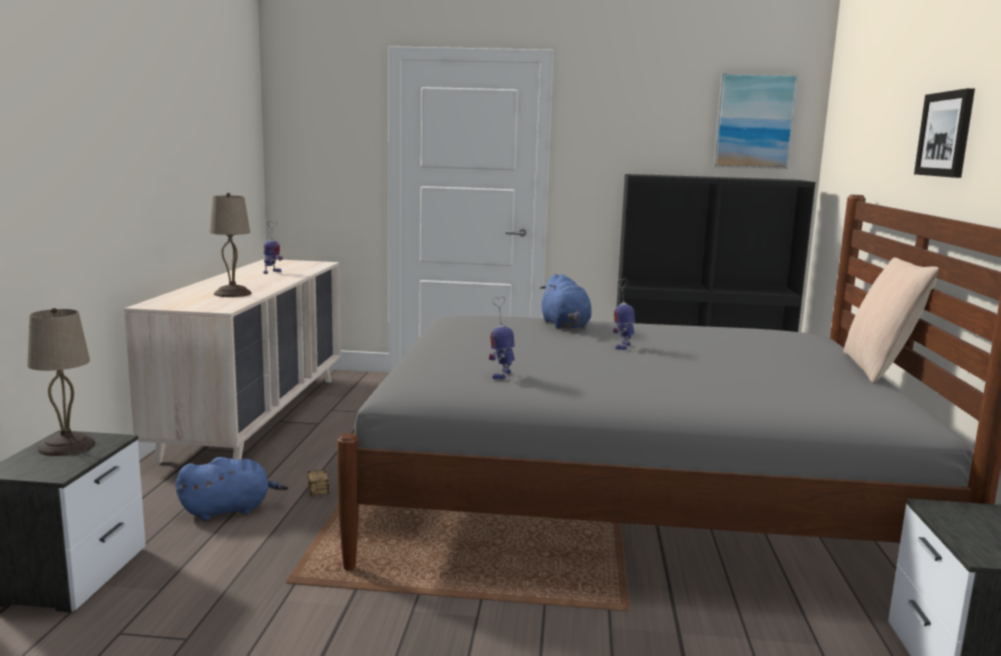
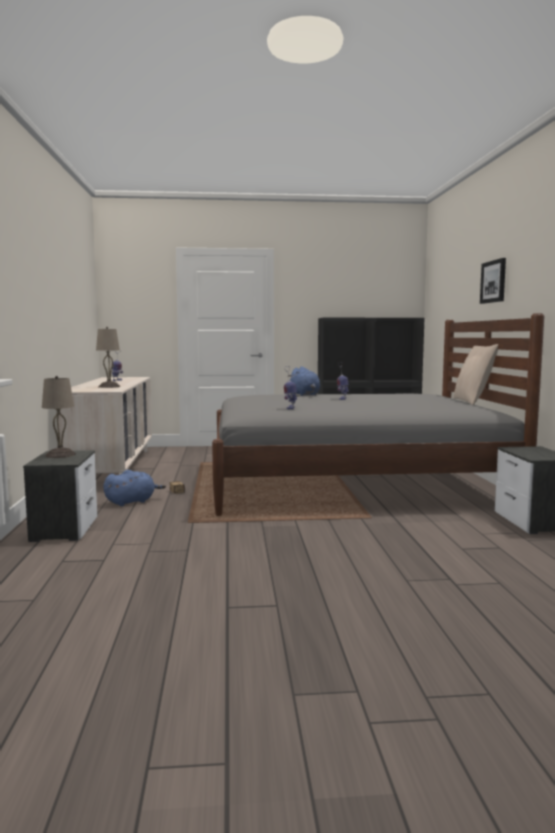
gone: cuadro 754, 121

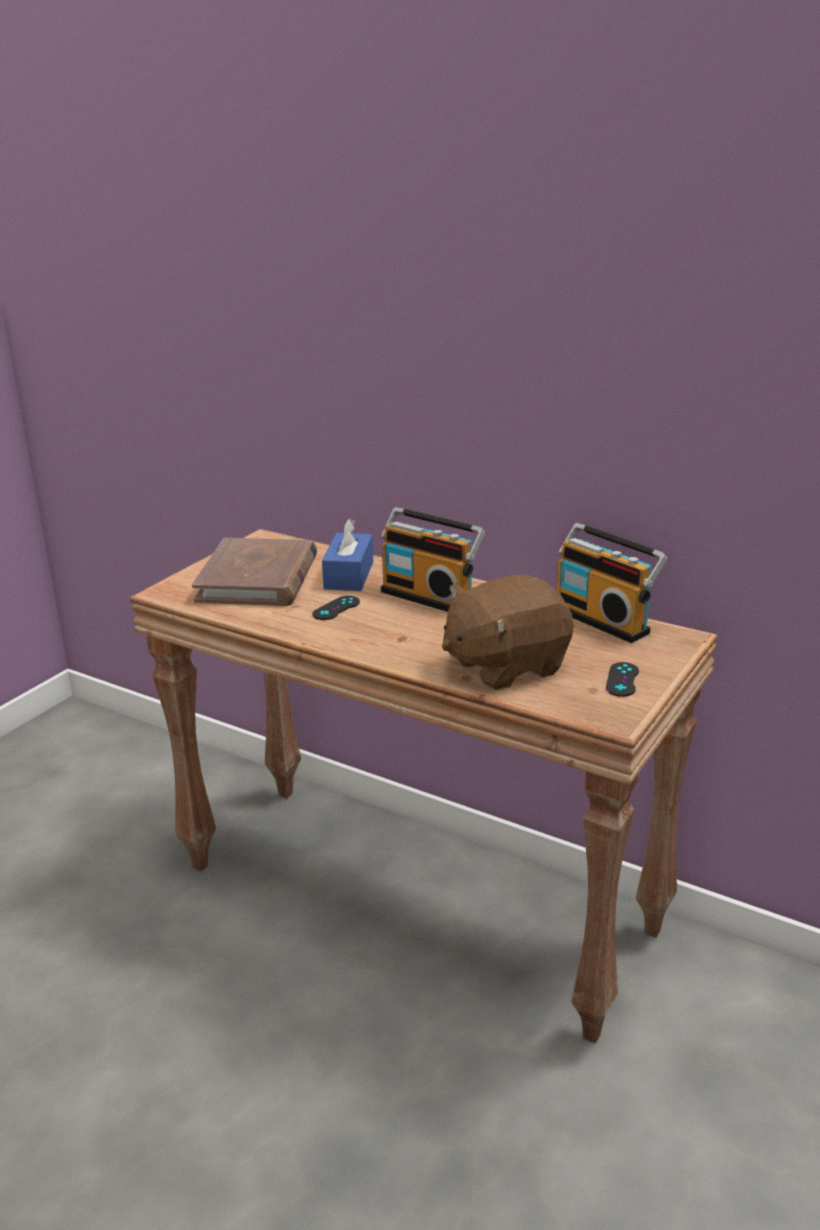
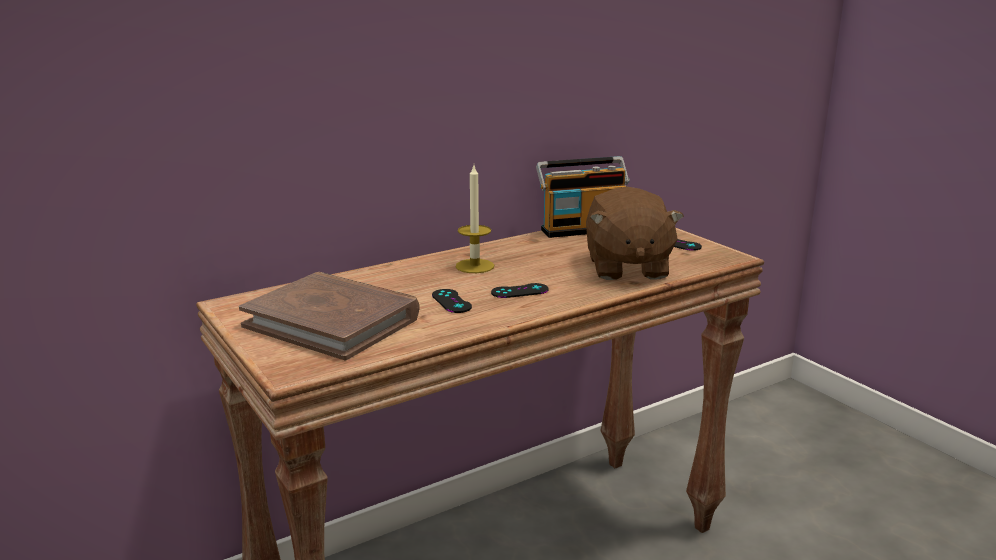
gone: caja de pañuelos/azul 349, 575
new: mando de consola/negro 519, 291
swapped: radio 430, 596 to vela 474, 266

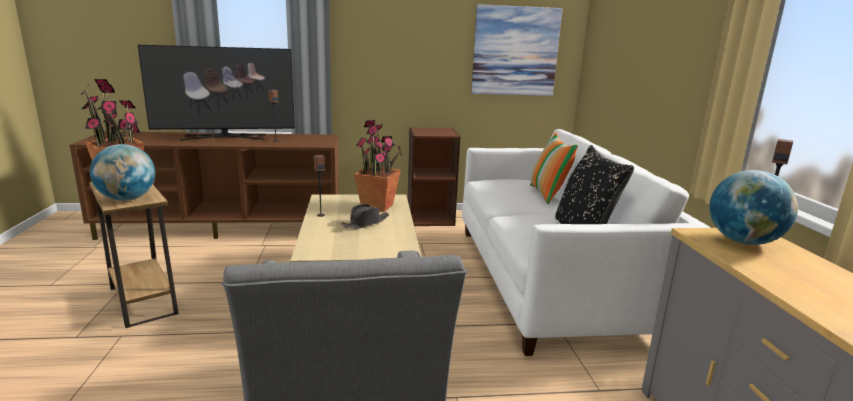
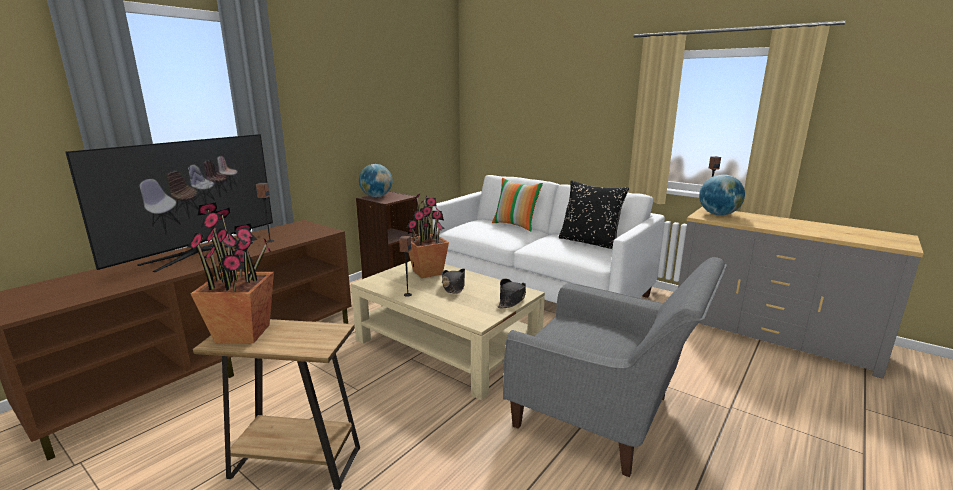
gone: cuadro 515, 51
new: sombrero/negro 512, 299
shifted: globo terráqueo 127, 199 to 376, 196

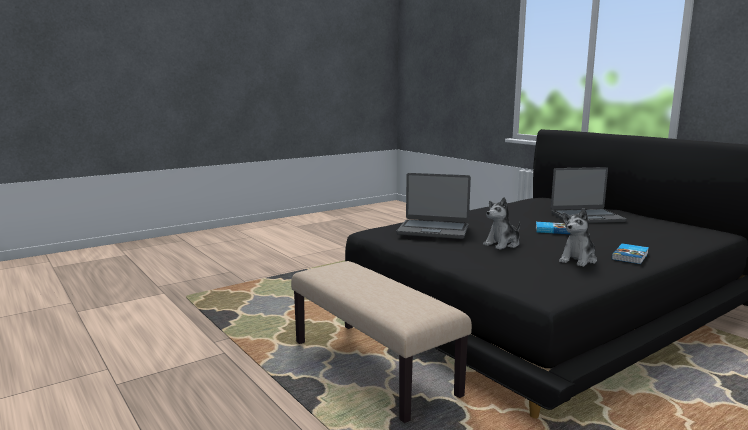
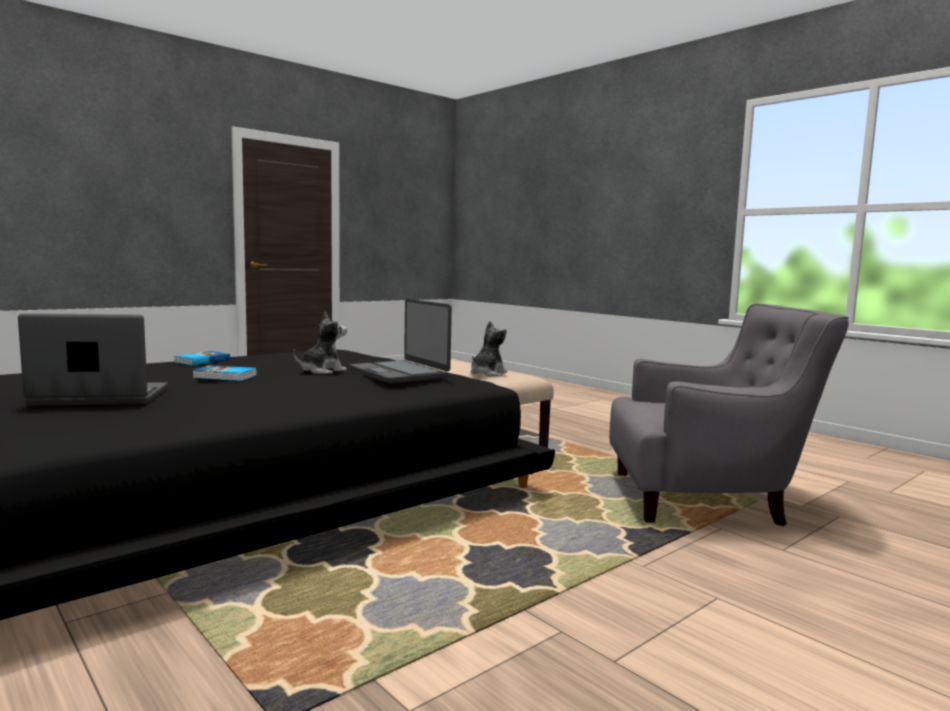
new: sillón/gris 711, 499
shifted: peluche 578, 260 to 487, 373
rotated: portátil 433, 230 = 399, 373 135 degrees counterclockwise

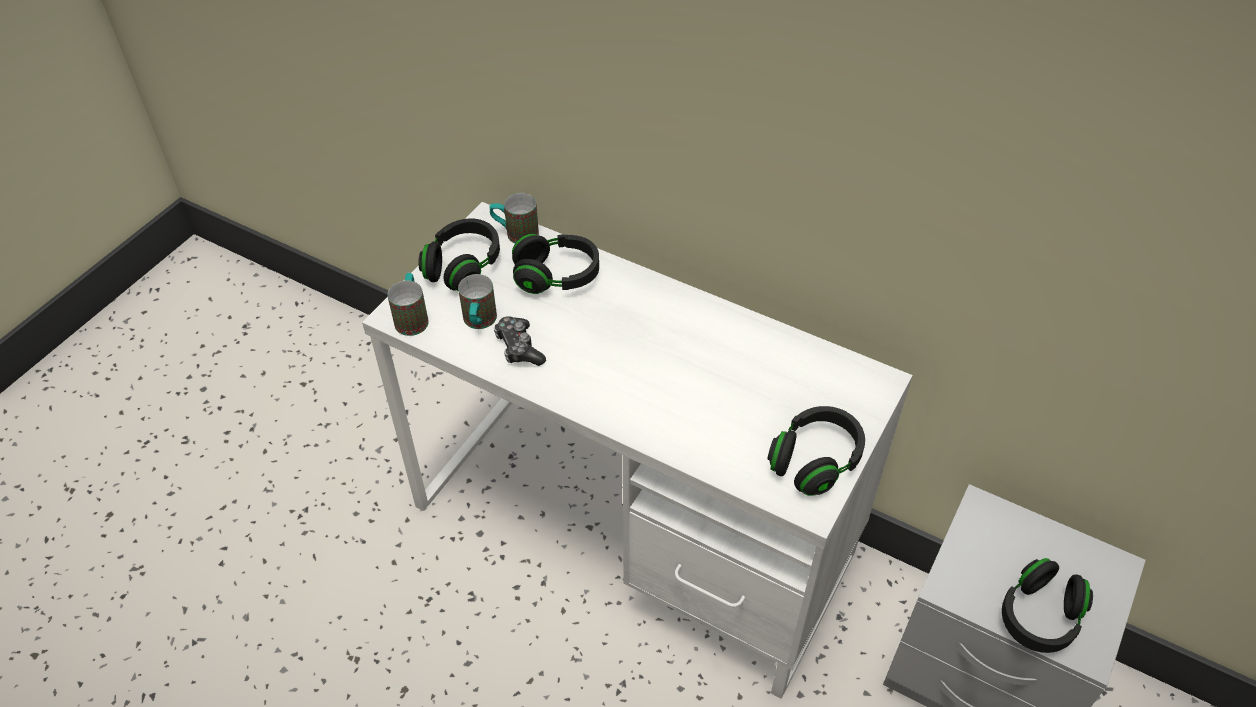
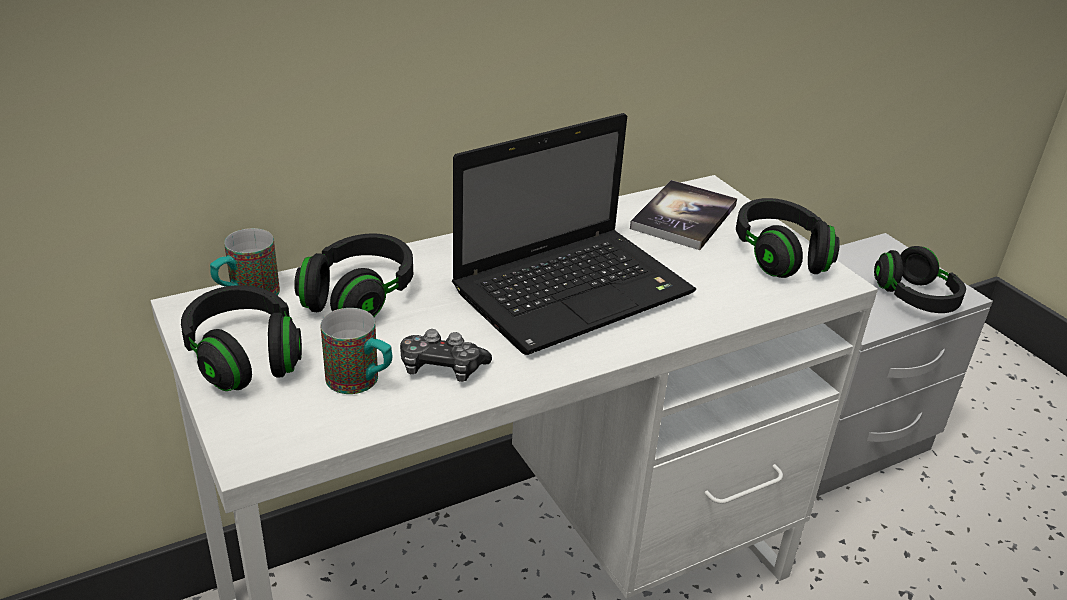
gone: taza grande 412, 317
new: portátil 576, 290; libro 684, 217

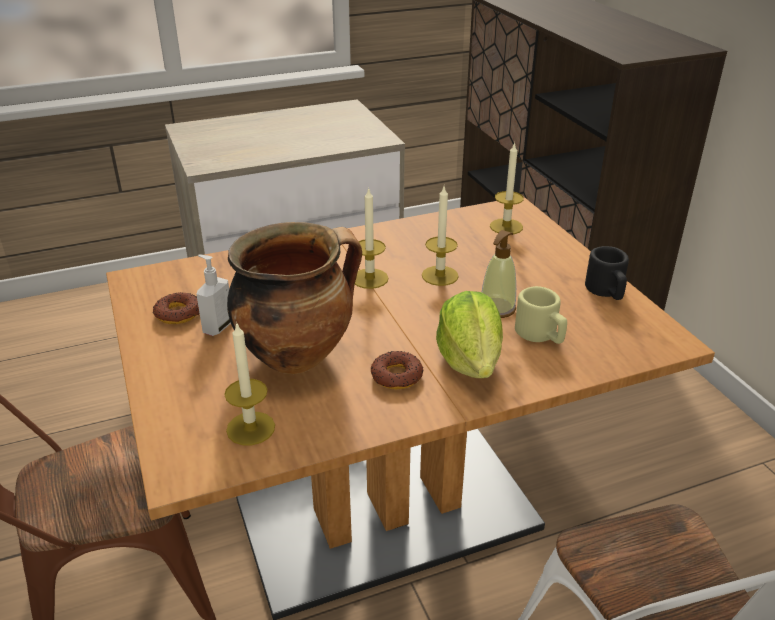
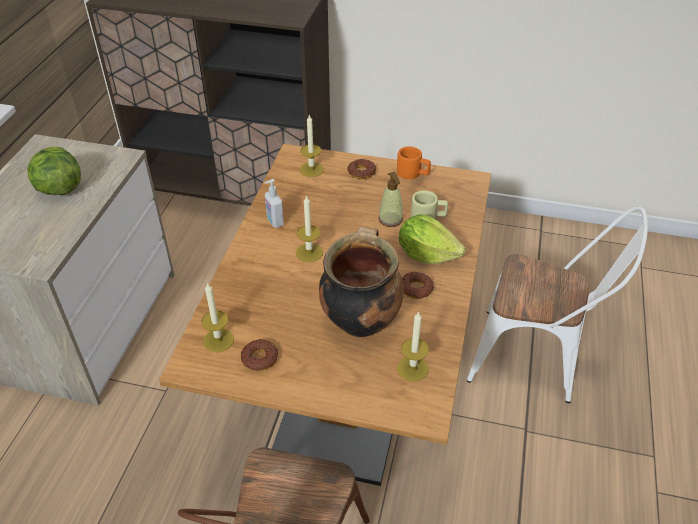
new: lechuga 59, 189; rosquilla 361, 172
shifted: dispensador de jabón 217, 327 to 274, 222; vela 440, 275 to 218, 340
repainted: taza grande/negro 607, 291 to taza grande/naranja 413, 173

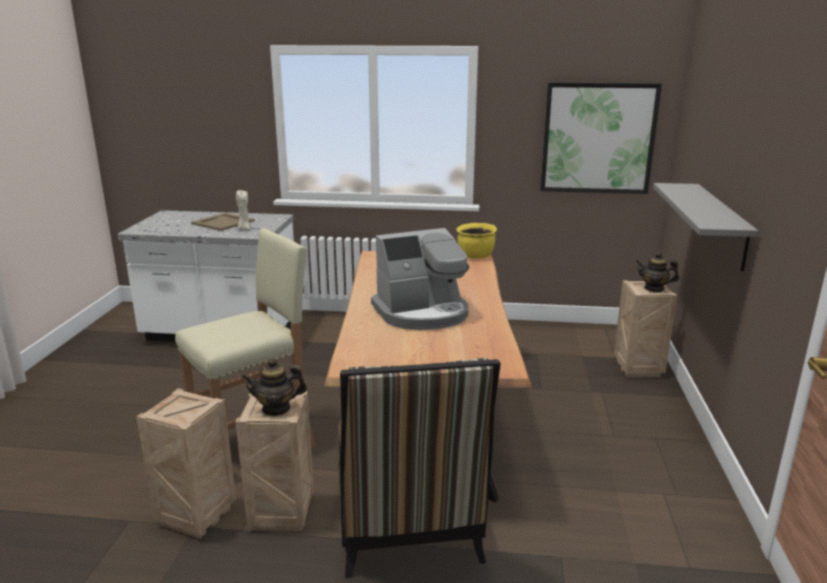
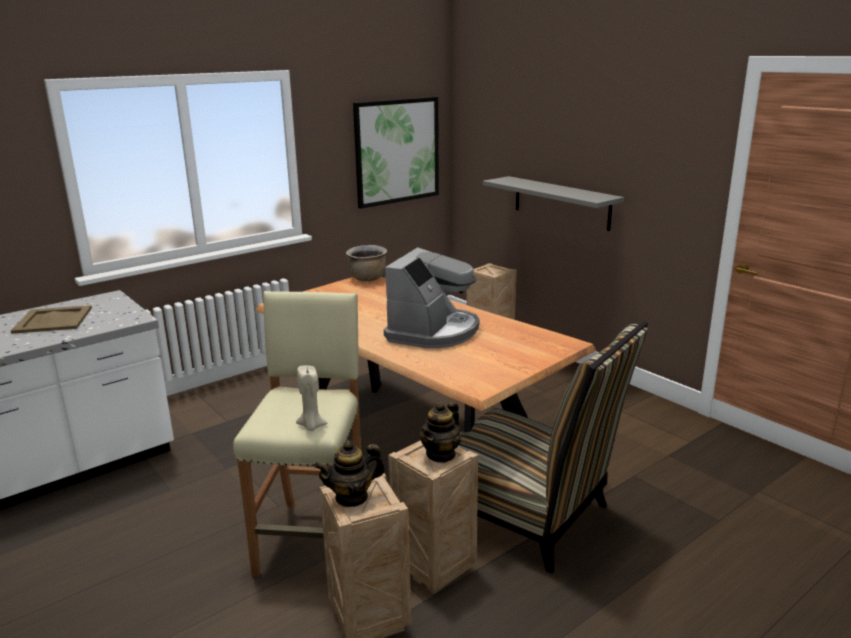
shifted: vela/beis 244, 229 to 311, 426; tetera 654, 289 to 352, 497
repainted: olla/amarillo 475, 256 to olla/marrón 367, 279

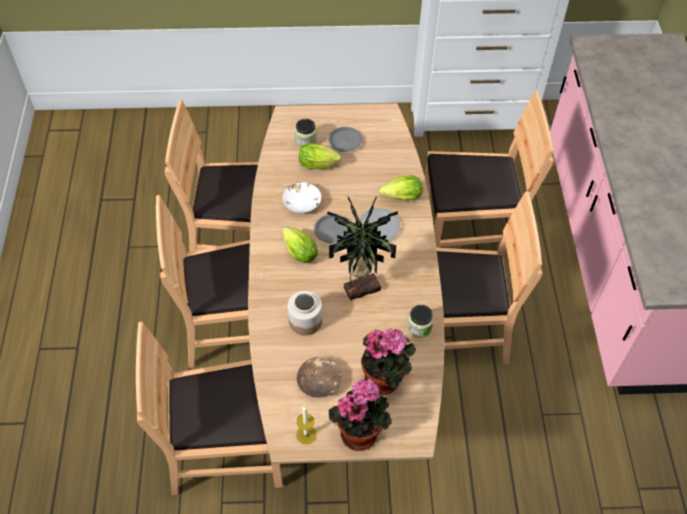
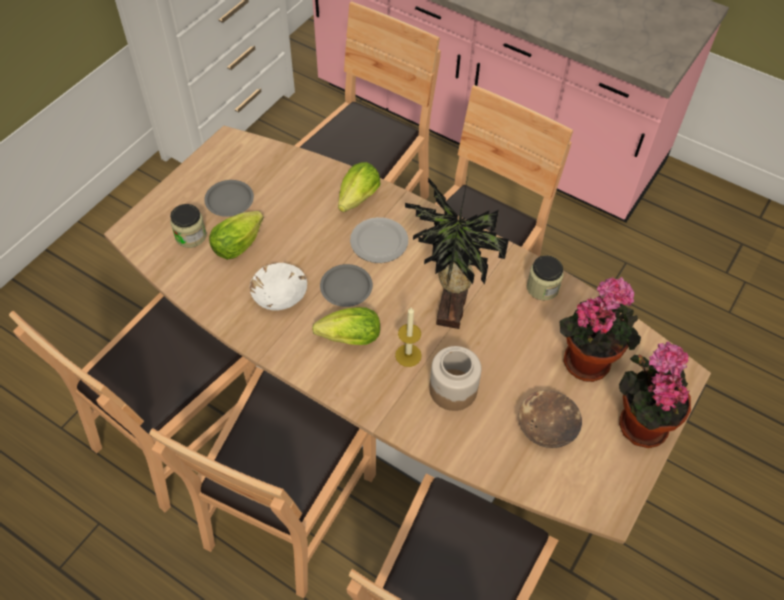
shifted: vela 306, 434 to 408, 355

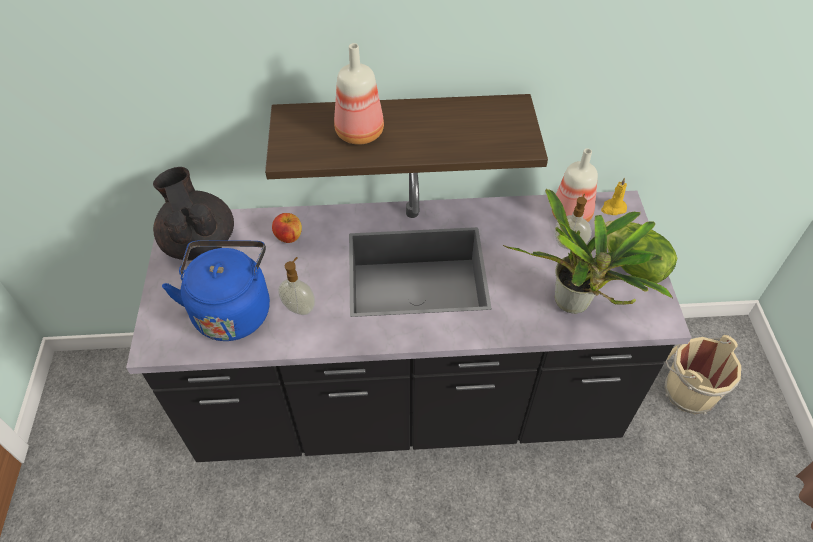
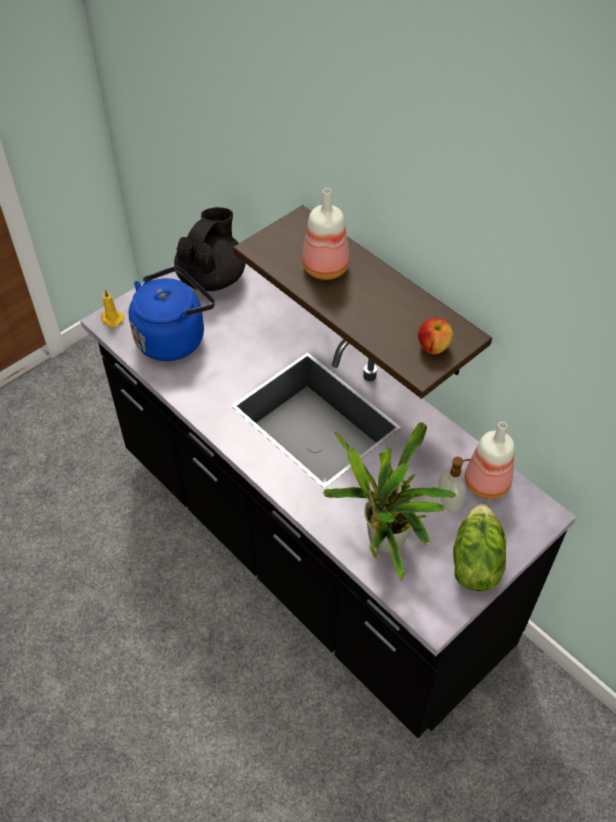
gone: dispensador de jabón 300, 307; cubo/beis 687, 390
shifted: manzana 288, 237 to 433, 347; vela/amarillo 613, 208 to 111, 319

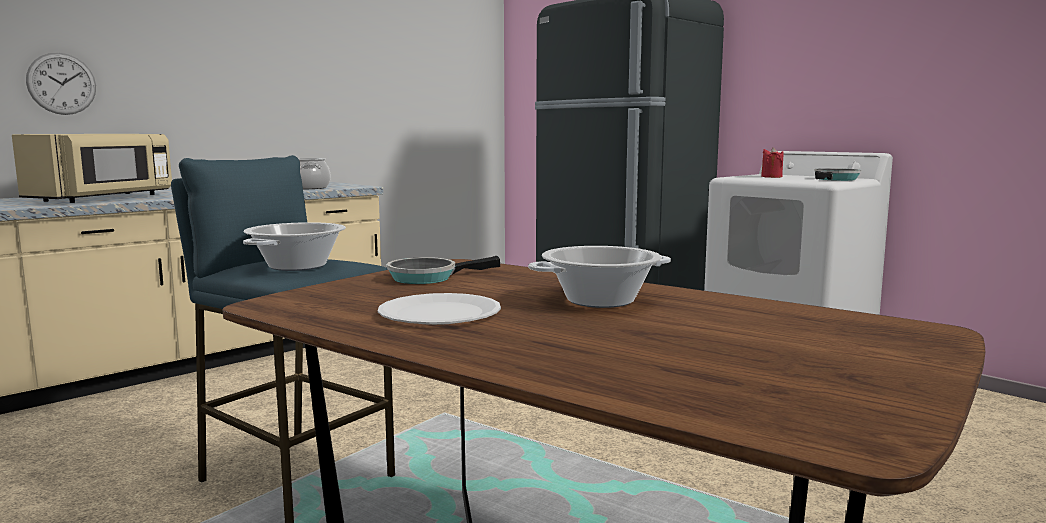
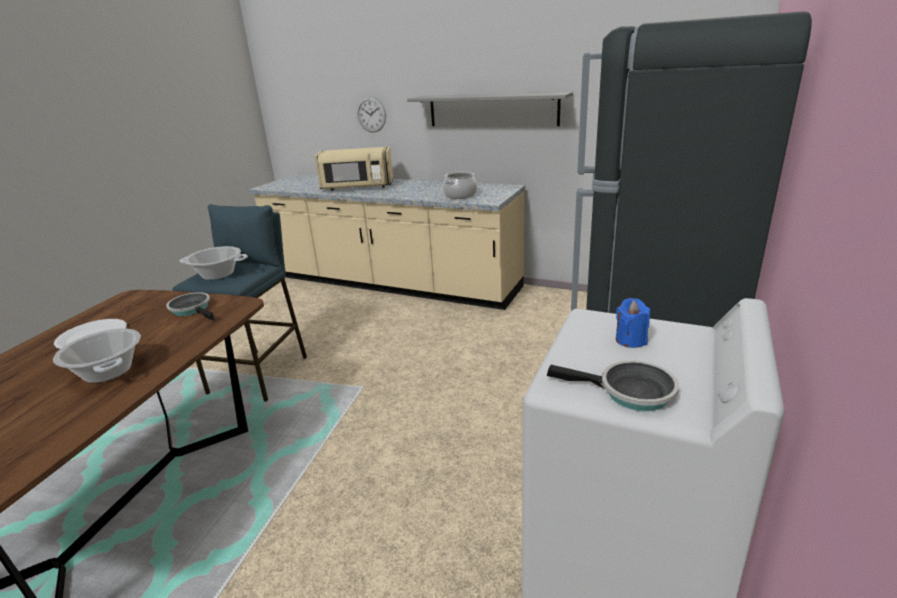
new: estante/gris 492, 110
repainted: vela/rojo 771, 177 to vela/azul 630, 340

